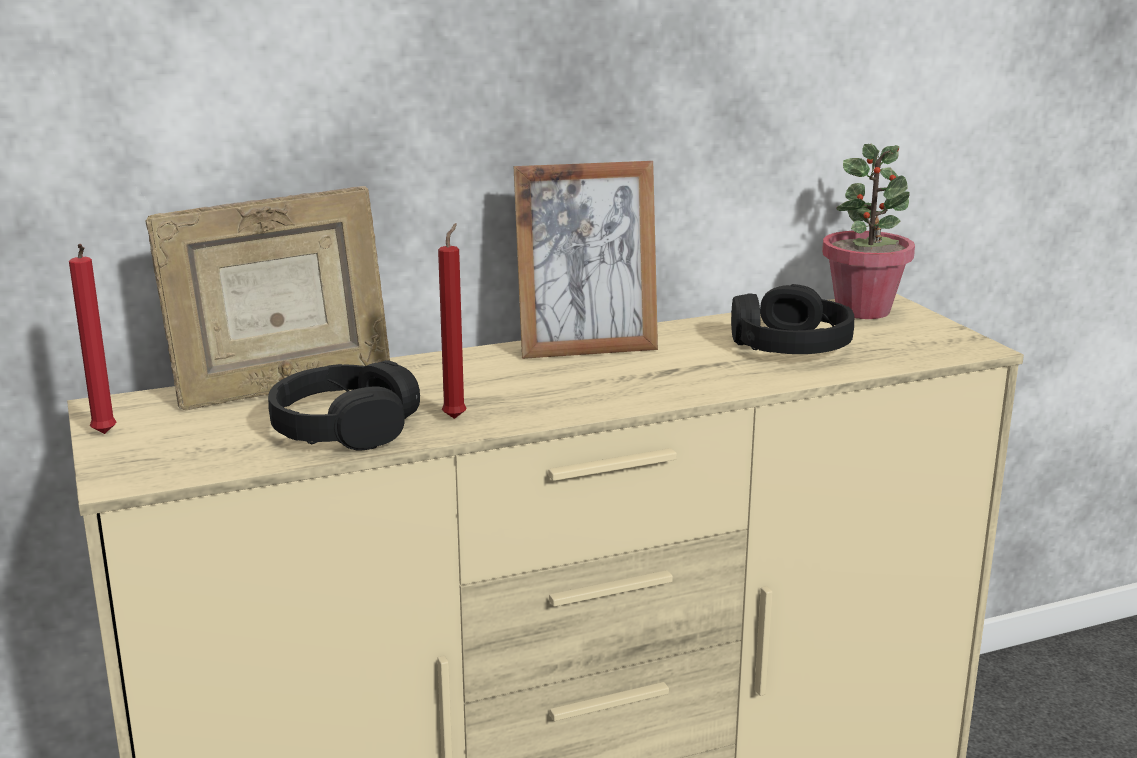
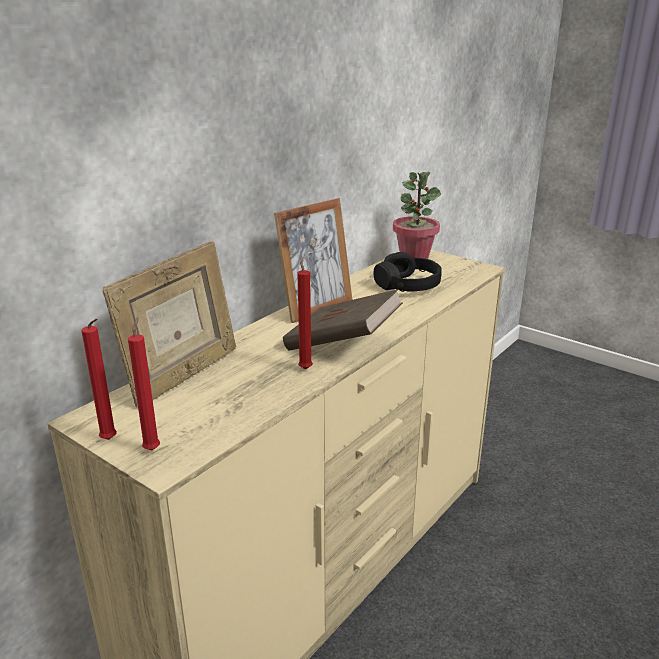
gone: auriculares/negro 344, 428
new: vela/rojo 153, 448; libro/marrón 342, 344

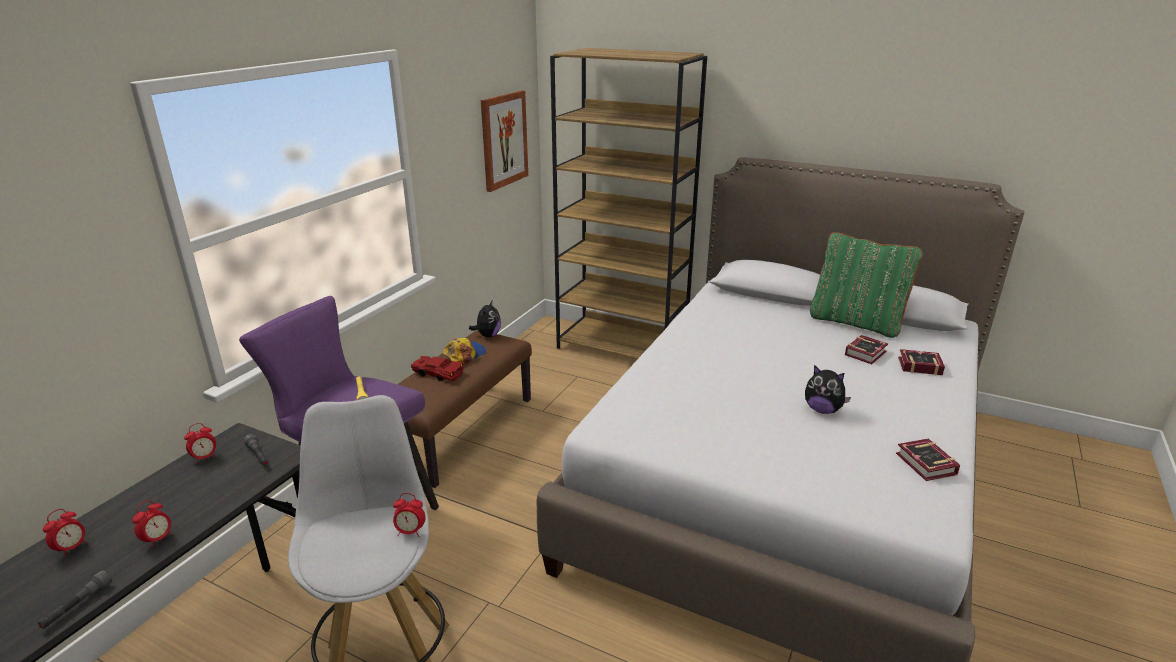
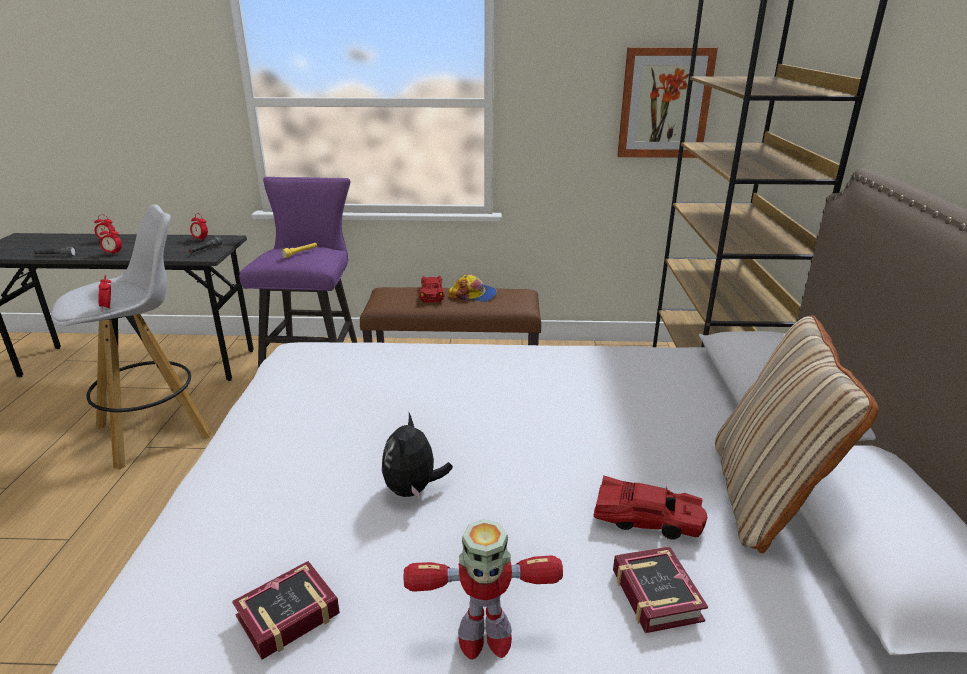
gone: peluche 488, 335
new: robot de juguete 483, 638
swapped: libro 867, 353 to coche de juguete/rojo 647, 519
repainted: cojín/verde 856, 322 to cojín/beis 765, 496

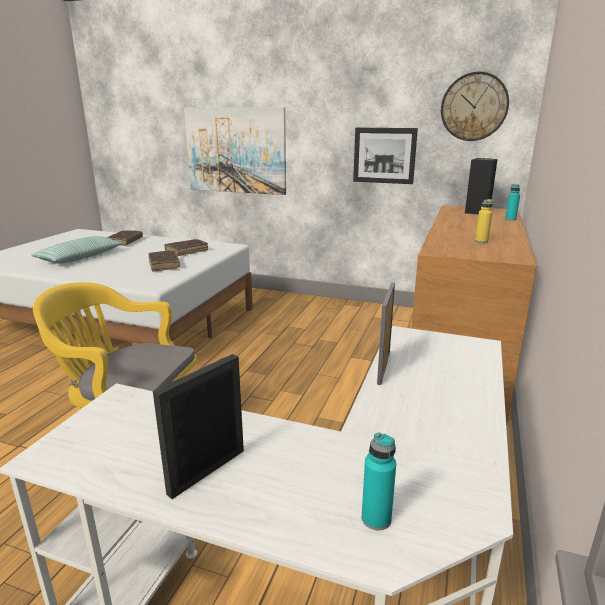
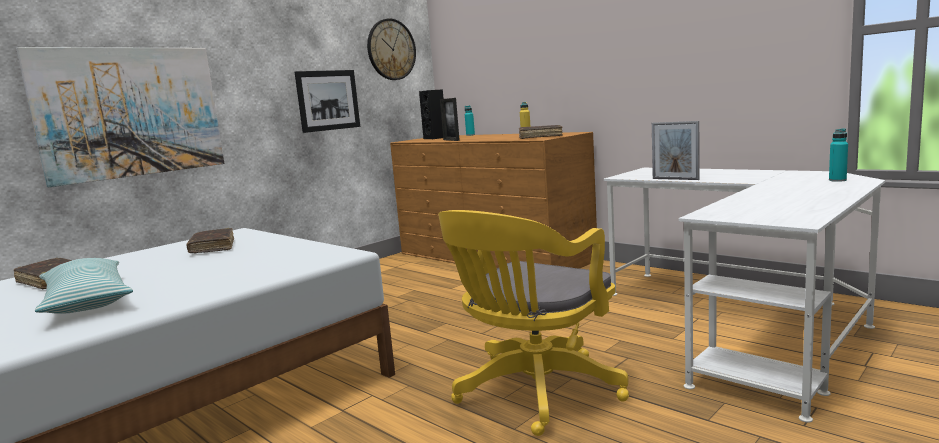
shifted: libro/marrón 164, 265 to 540, 137; portarretratos 207, 471 to 451, 140

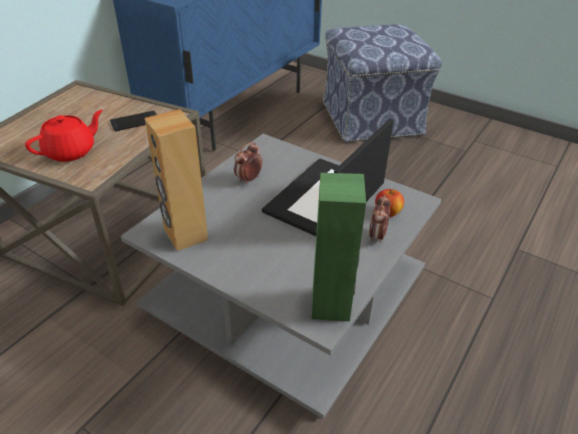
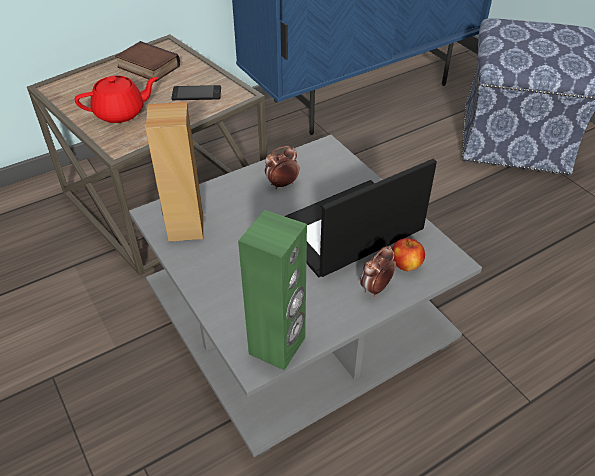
new: libro 147, 67

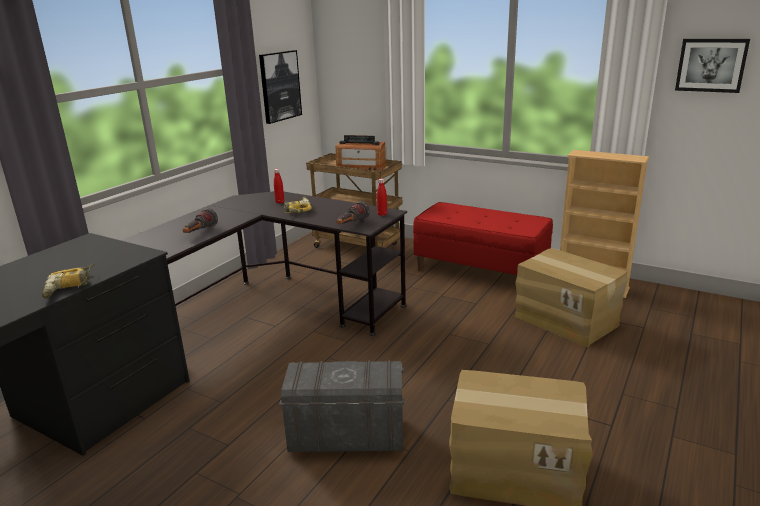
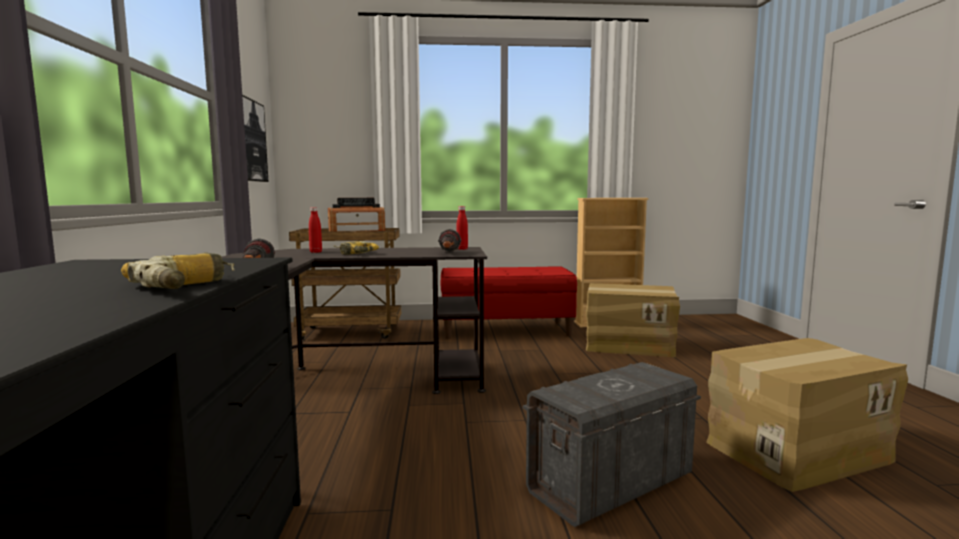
gone: cuadro 711, 65

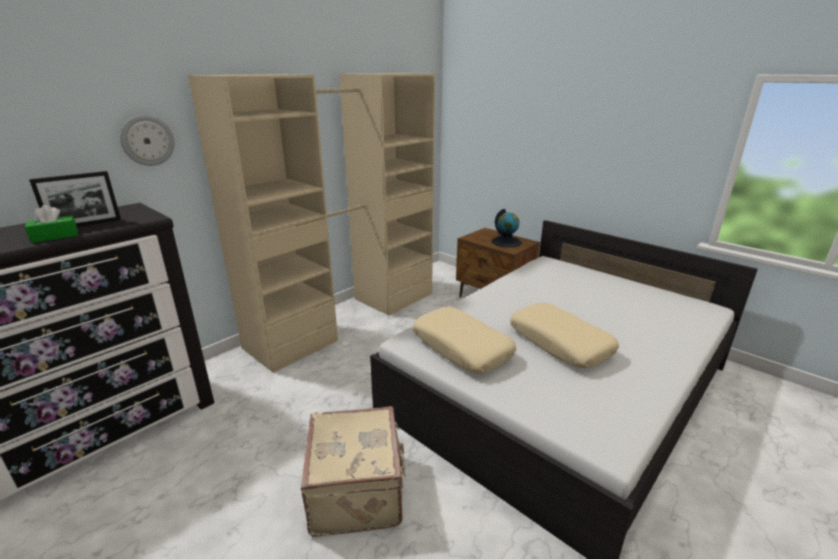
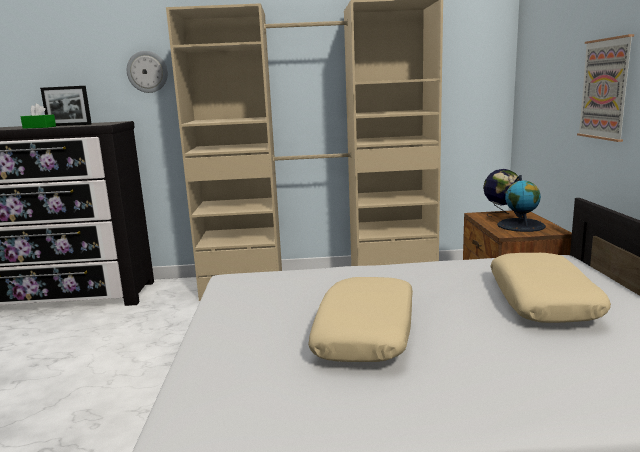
gone: maleta/beis 358, 490
new: globo terráqueo 501, 214; cuadro 605, 89
shifted: cojín/beis 462, 348 to 543, 300

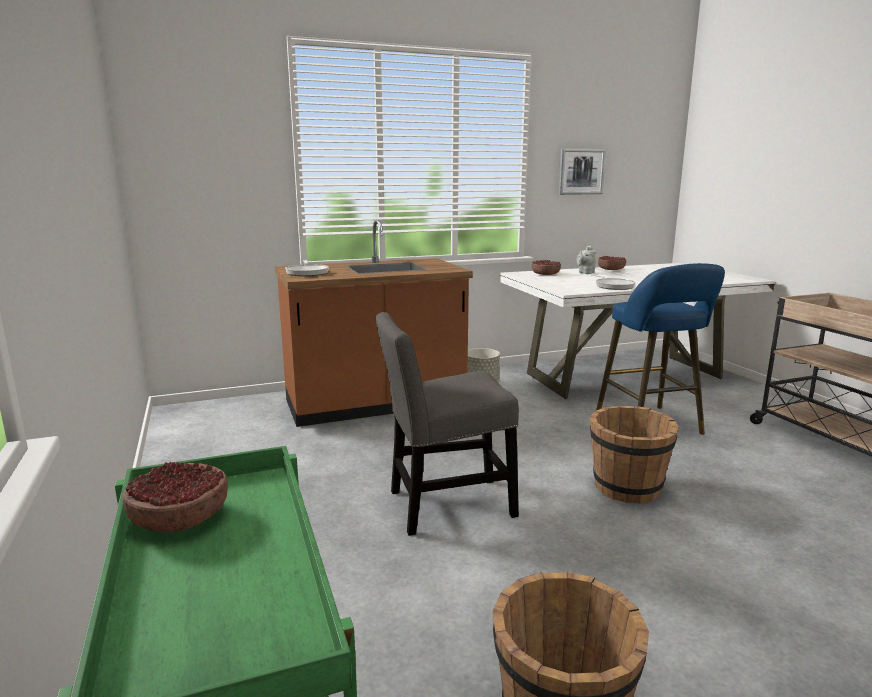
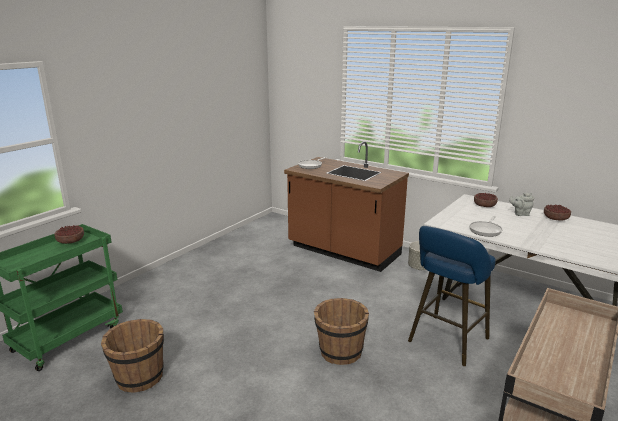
gone: silla/gris 444, 505; cuadro 581, 171

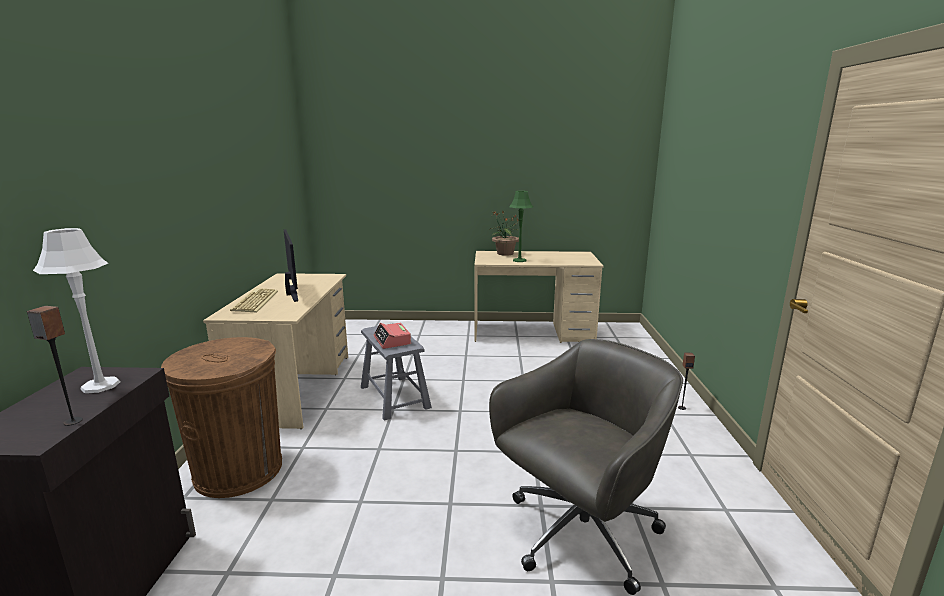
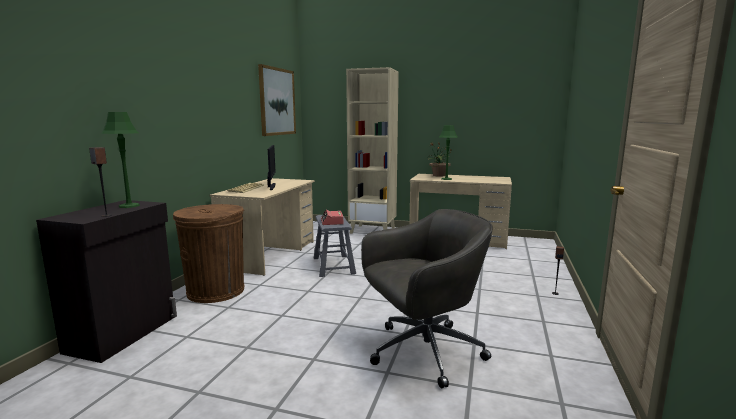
new: cuadro 277, 101; estantería/beis 373, 231
repainted: lámpara de mesa/blanco 100, 385 to lámpara de mesa/verde 129, 206

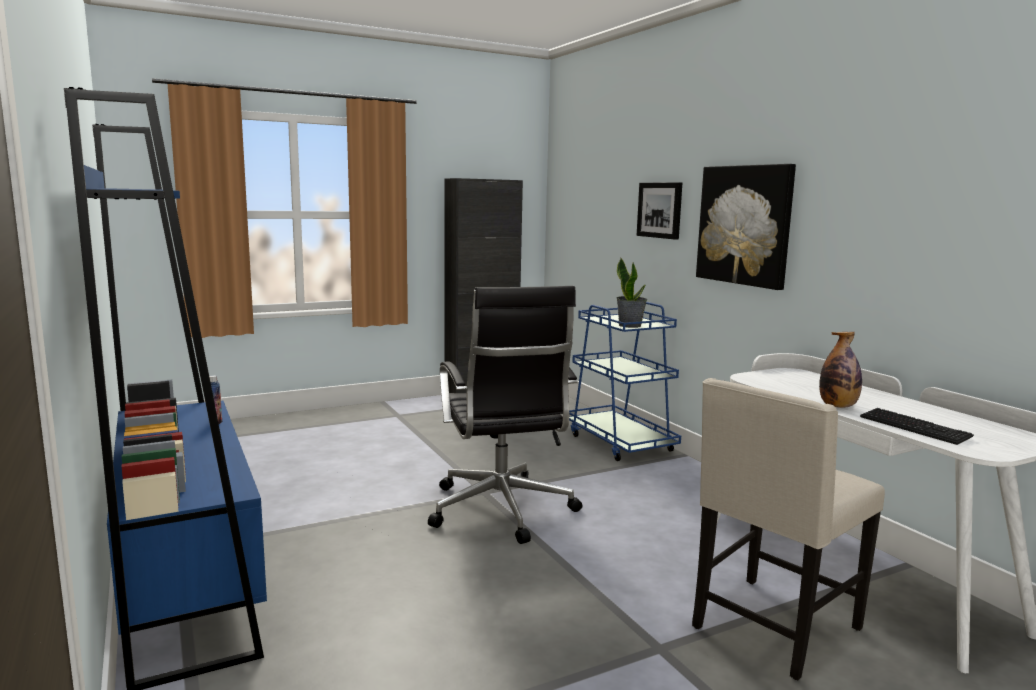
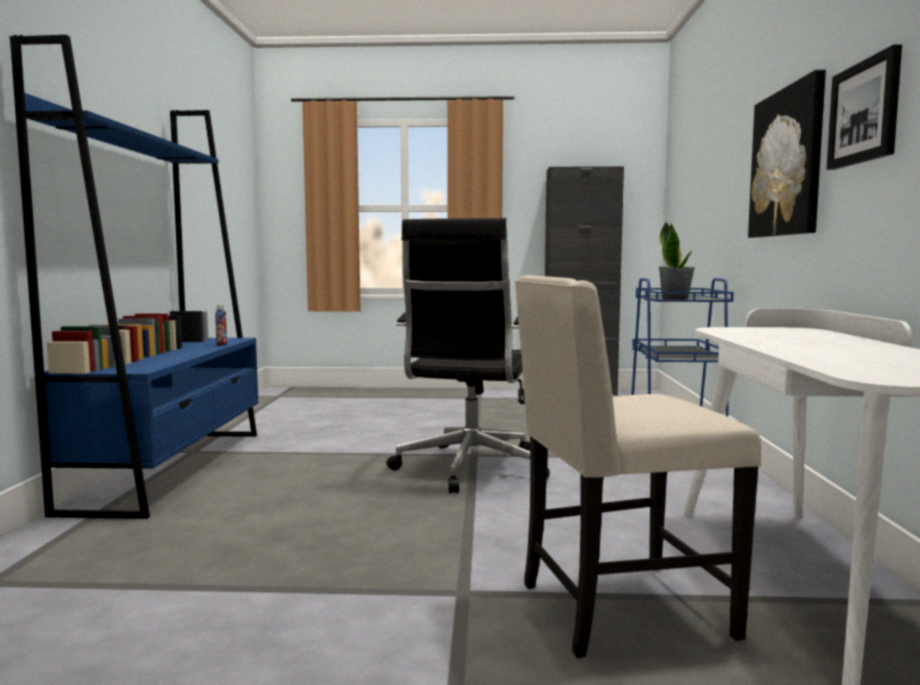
gone: botella 838, 406; teclado 913, 428
shifted: cuadro 660, 210 to 865, 112

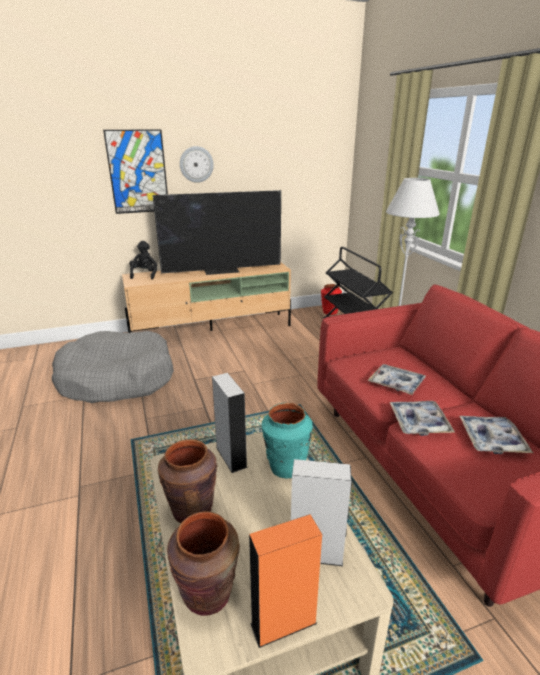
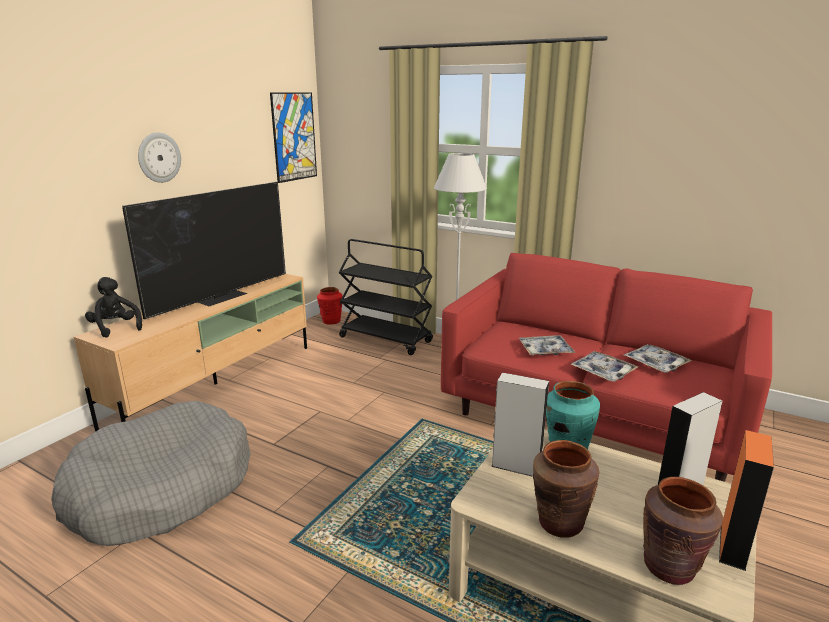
shifted: cuadro 138, 172 to 294, 137

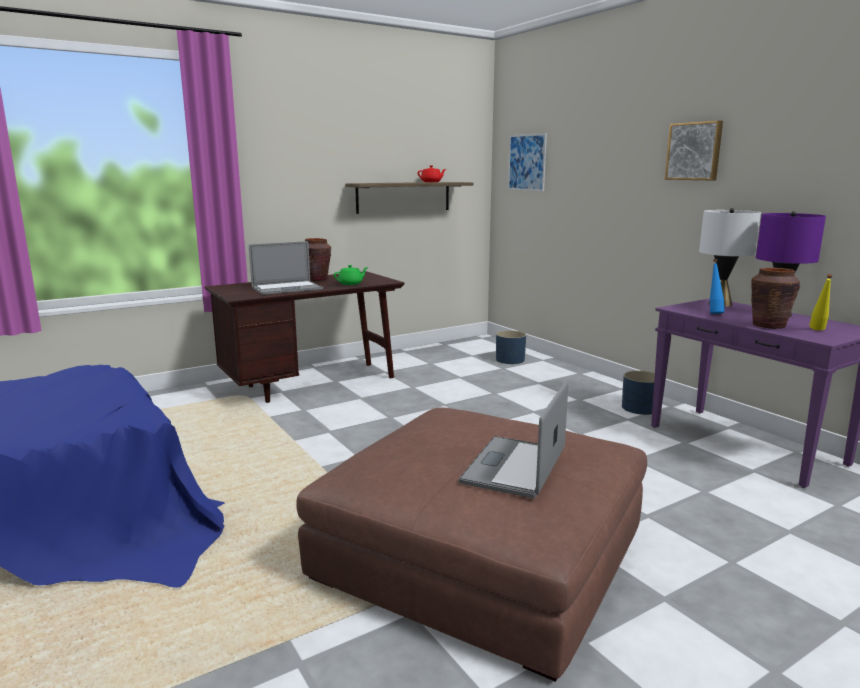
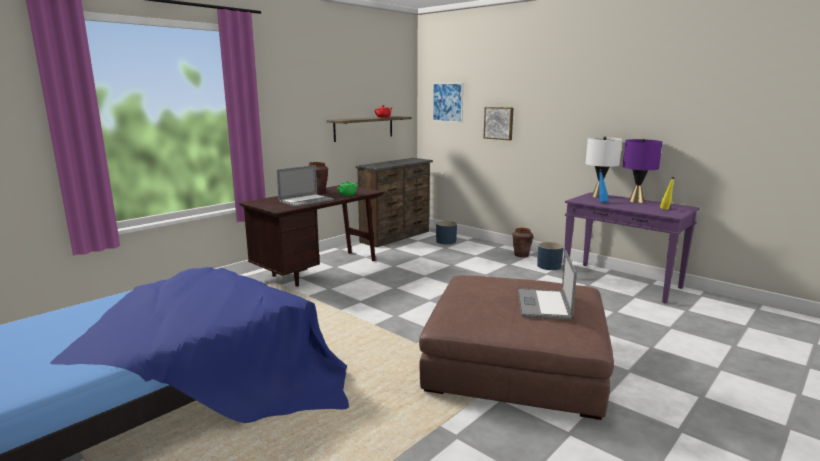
new: cómoda/marrón 396, 237
shifted: cuadro 694, 151 to 499, 123; florero/marrón 768, 326 to 521, 255

